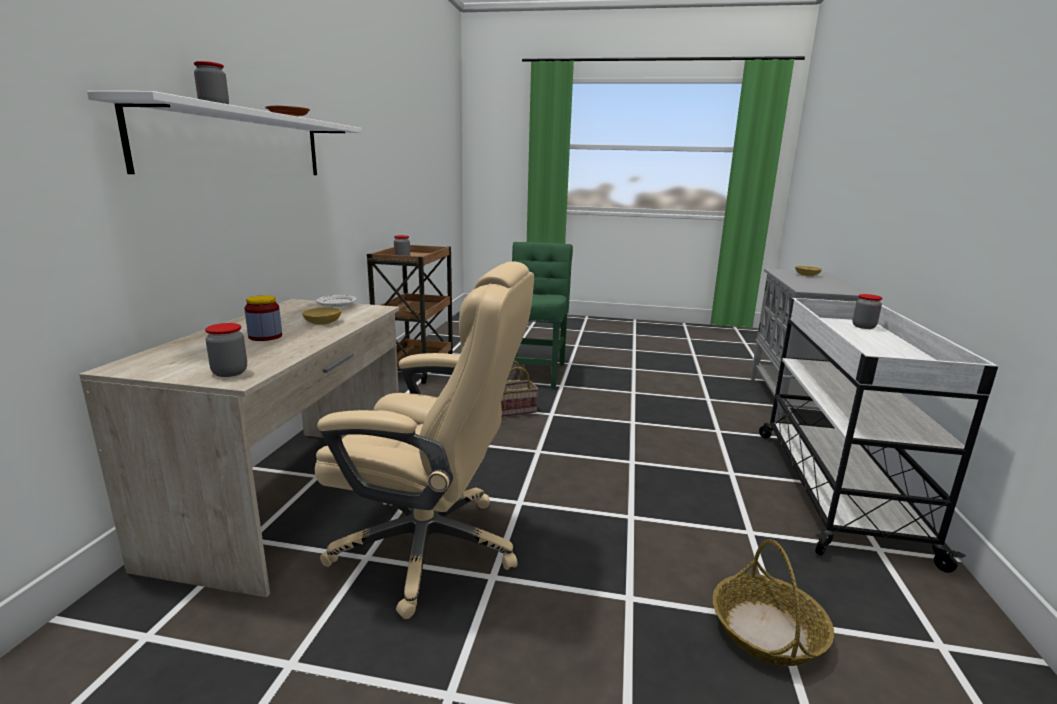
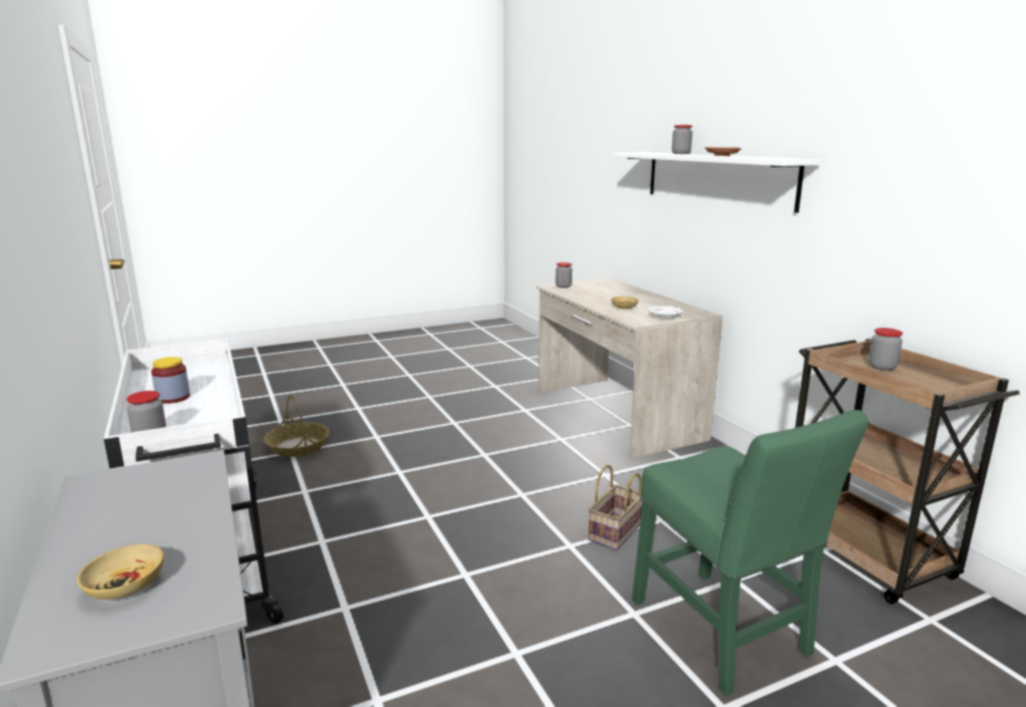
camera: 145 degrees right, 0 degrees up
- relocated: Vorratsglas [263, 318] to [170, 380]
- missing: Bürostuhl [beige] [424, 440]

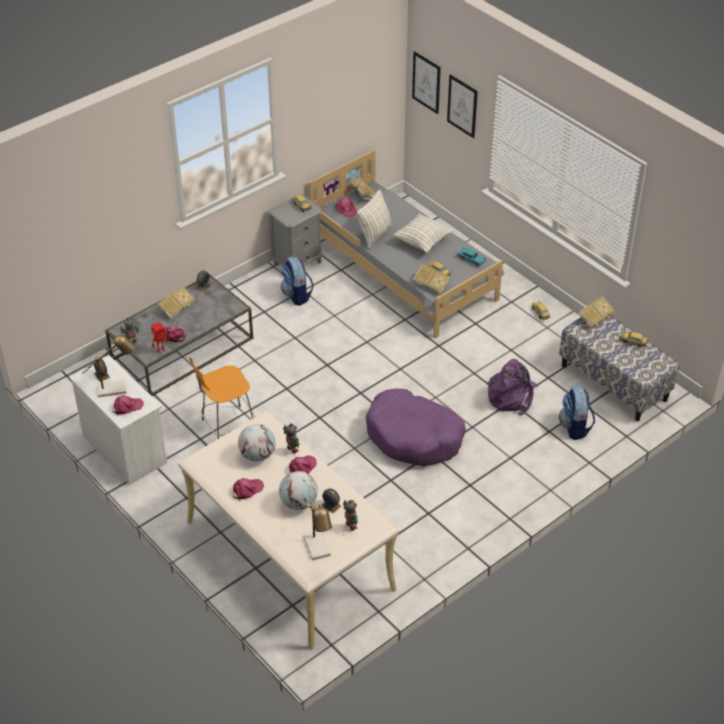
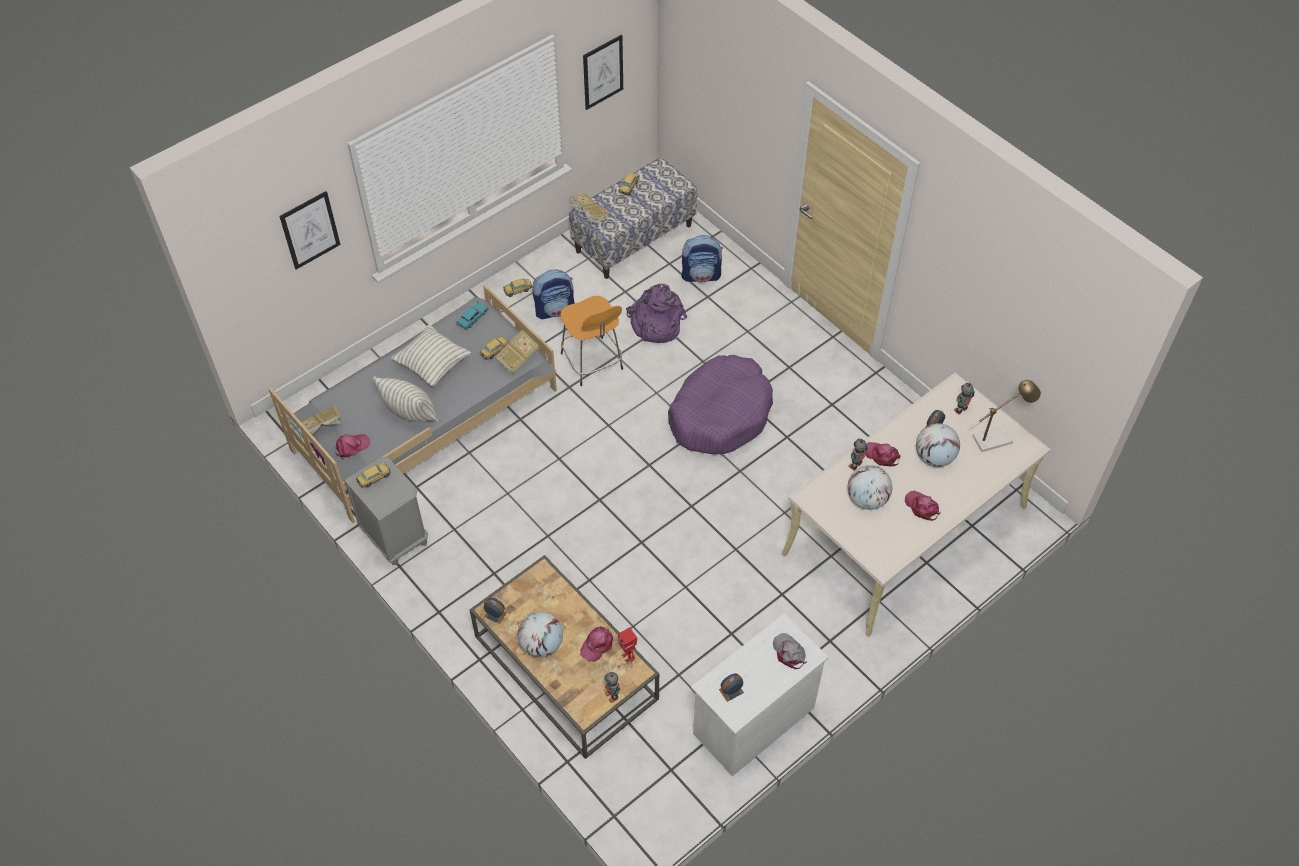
camera: 90 degrees left, 10 degrees up
- missing: Tischlampe [108, 366]
- colour: Couchtisch [grau] [179, 335] to Couchtisch [braun] [564, 657]
- colour: Kappe [rosa] [128, 405] to Kappe [grau] [790, 651]
- exchanged: Buch [176, 302] to Globus [540, 634]
- relocated: Hocker [orange] [222, 398] to [591, 341]
- relocated: Rucksack [297, 281] to [553, 294]
- relocated: Bild [426, 82] to [603, 72]

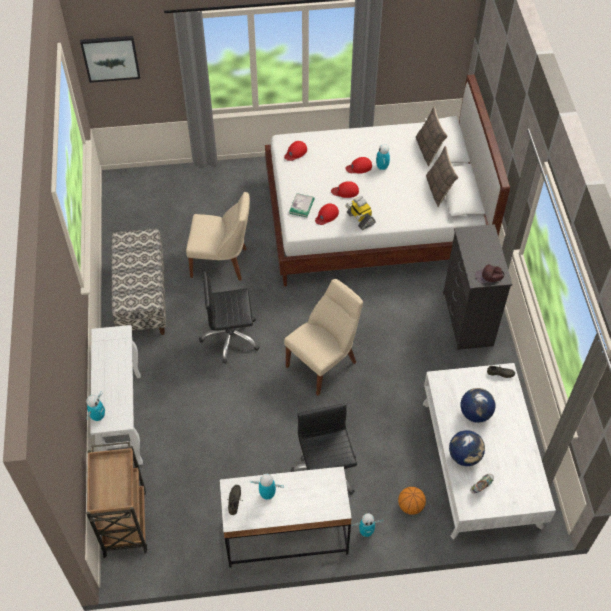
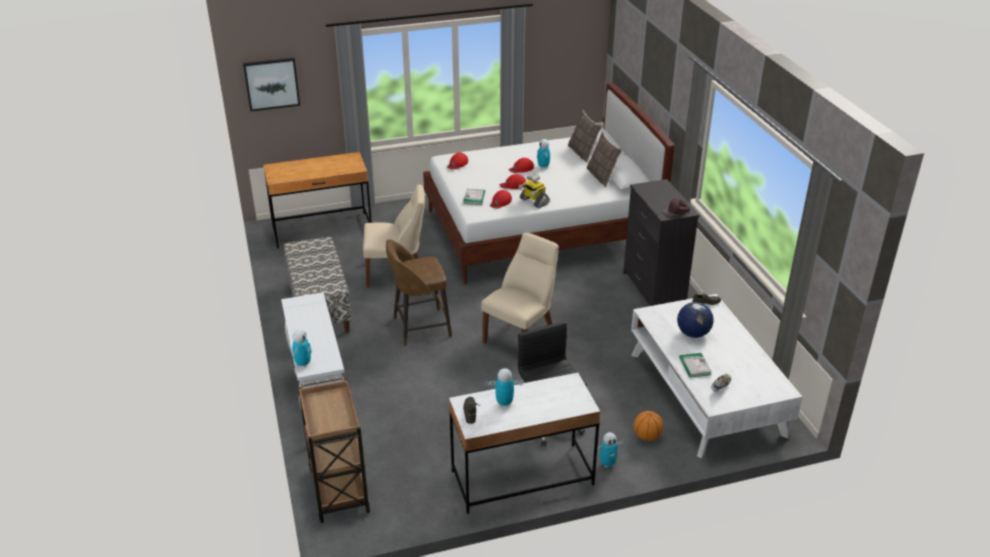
camera: 10 degrees left, 20 degrees down
- exchanged: Bürostuhl [schwarz] [229, 317] to Hocker [braun] [419, 292]
- exchanged: Globus [467, 448] to Buch [695, 365]
- appeared: Schreibtisch [braun] [317, 200]

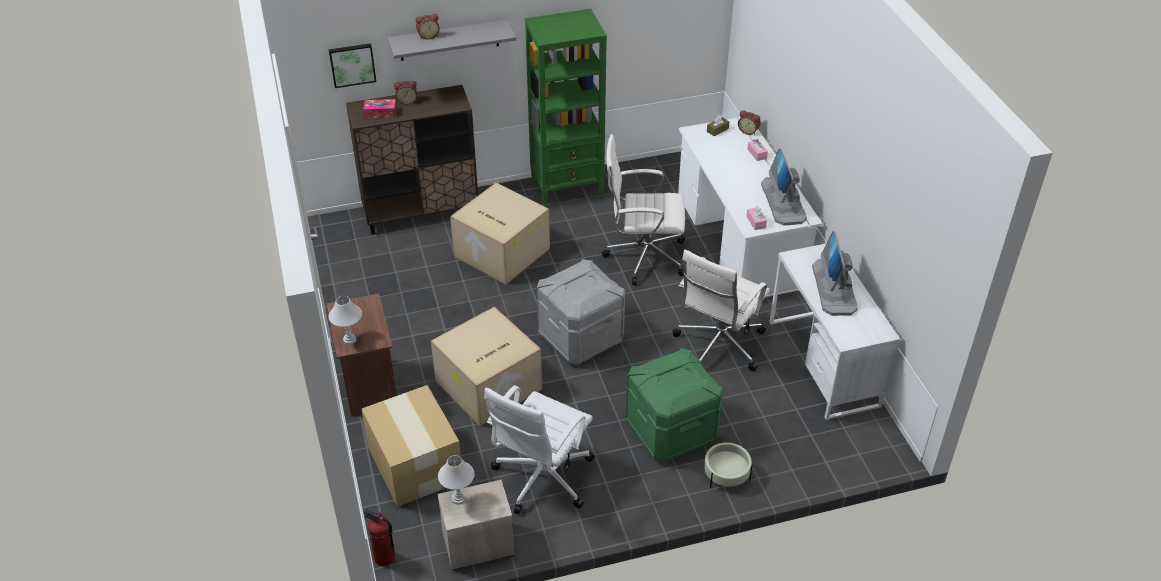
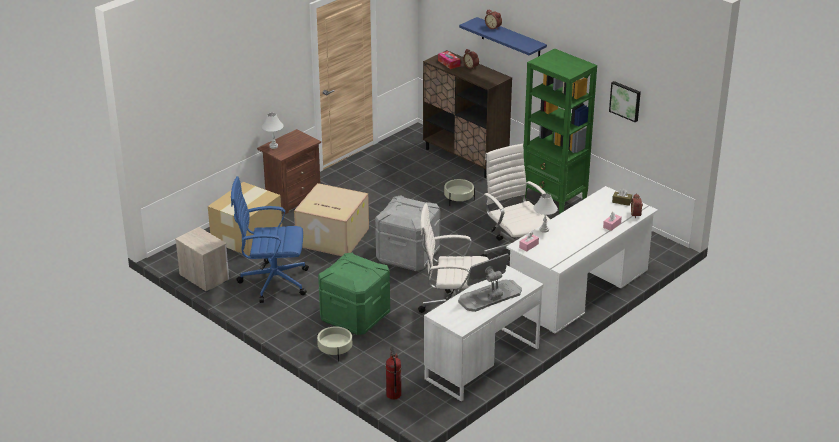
camera: 60 degrees right, 10 degrees down
- relocated: Bild [352, 65] to [625, 102]
- relocated: Feuerlöscher [379, 537] to [393, 373]
- colour: Wandregal [grau] [452, 40] to Wandregal [blau] [503, 37]
- relocated: Tischlampe [weiß] [456, 480] to [545, 213]
- exchanged: Karton [500, 234] to Pflanzkübel [beige] [459, 192]
- colour: Bürostuhl [weiß] [539, 449] to Bürostuhl [blau] [270, 239]
- missing: Monitor [784, 187]

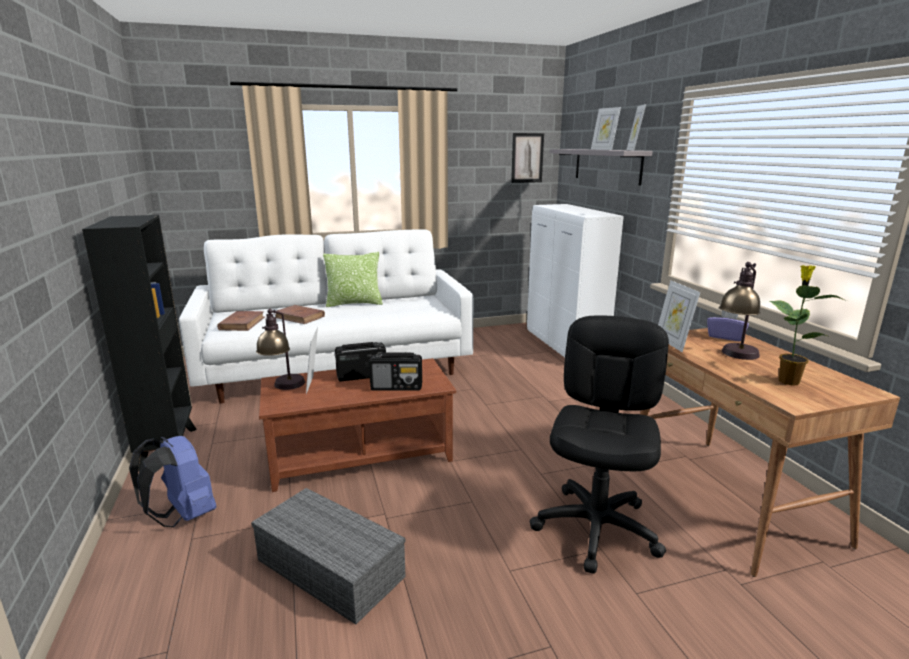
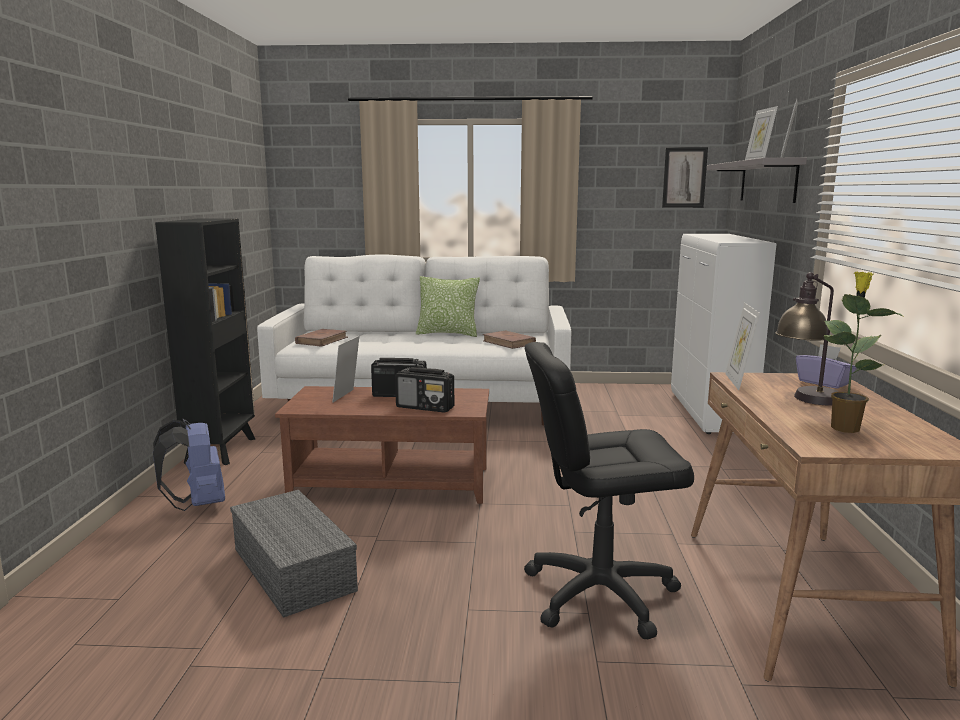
camera: 20 degrees right, 5 degrees down
- missing: Tischlampe [280, 349]
- relocated: Buch [braun] [300, 314] to [509, 339]
- spun: Bürostuhl [schwarz] [599, 445] = [609, 491] 135 degrees counterclockwise

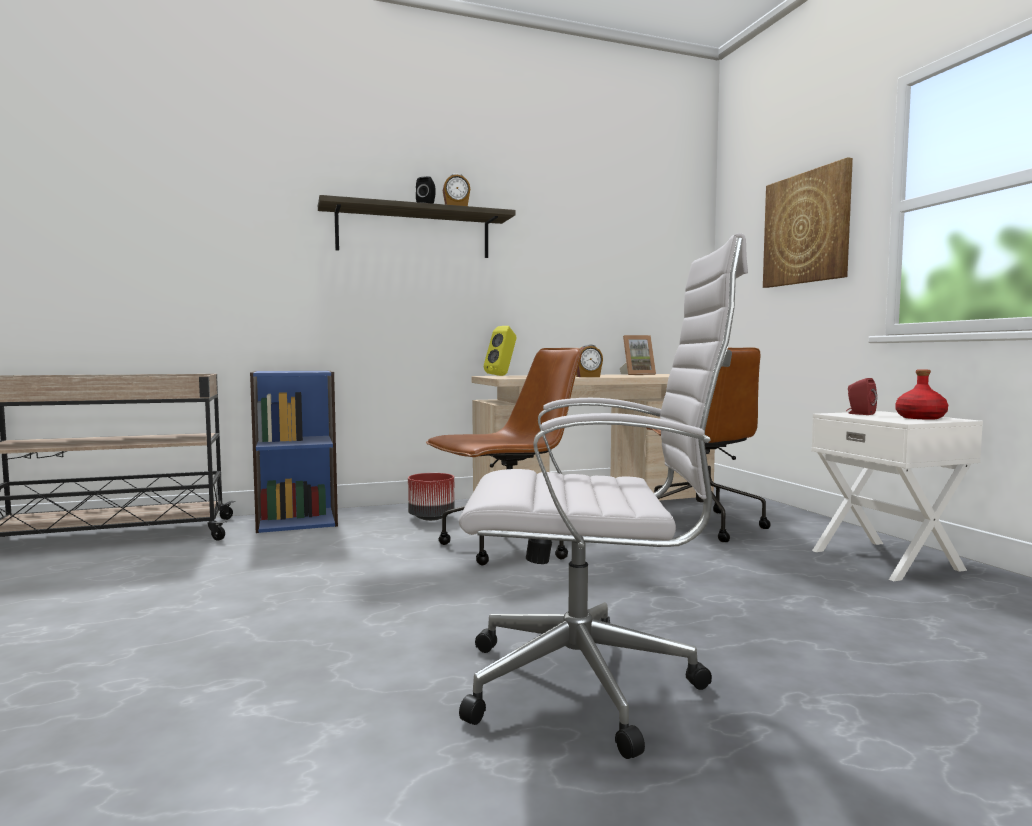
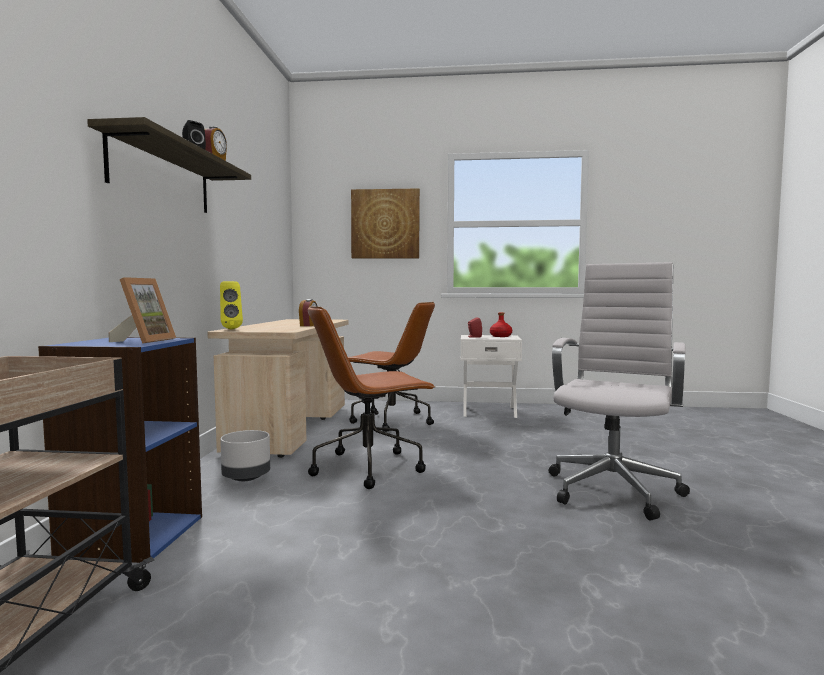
camera: 65 degrees left, 0 degrees up
- colour: Pflanzkübel [rot] [431, 497] to Pflanzkübel [grau] [245, 455]
- spun: Bürostuhl [braun] [504, 456] = [371, 397] 105 degrees counterclockwise
- relocated: Bilderrahmen [638, 355] to [142, 310]

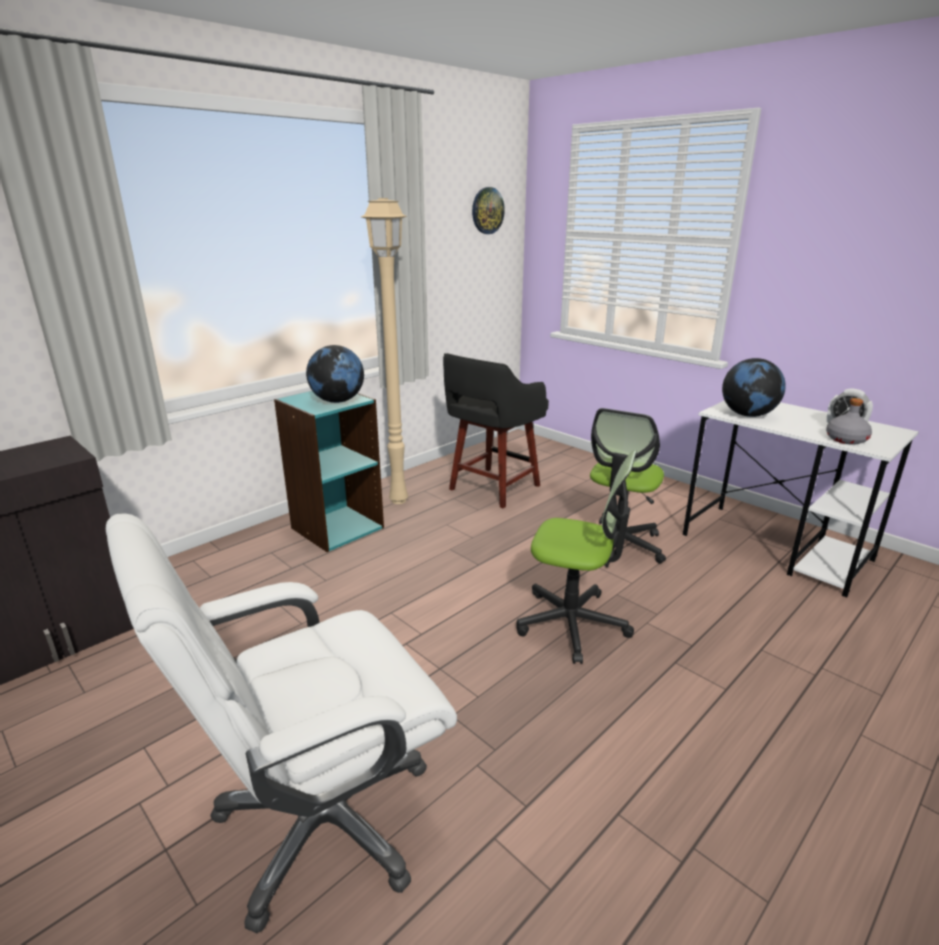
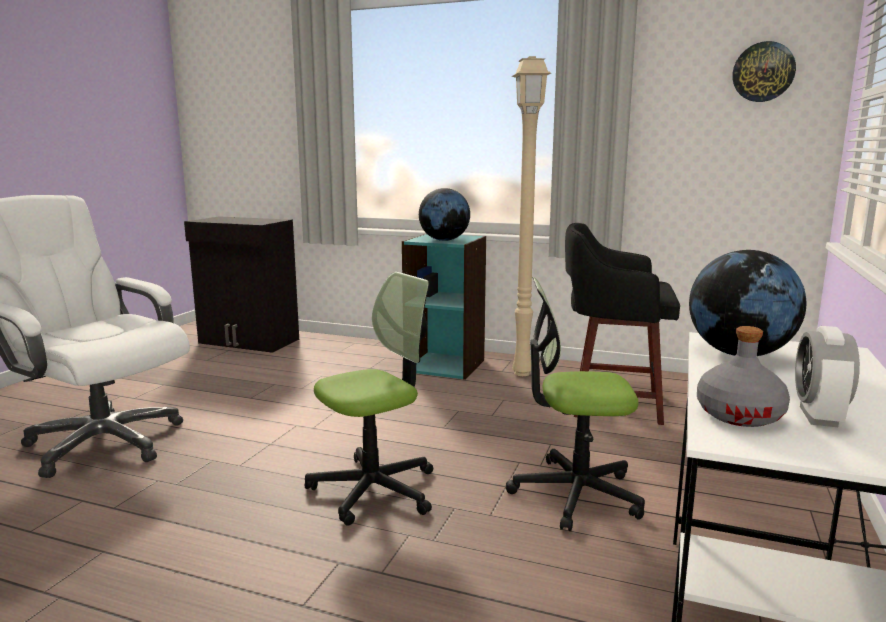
camera: 65 degrees right, 10 degrees down
- spun: Bürostuhl [576, 557] = [369, 399] 120 degrees counterclockwise

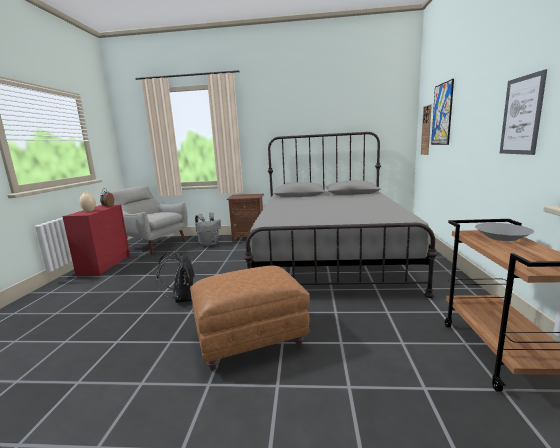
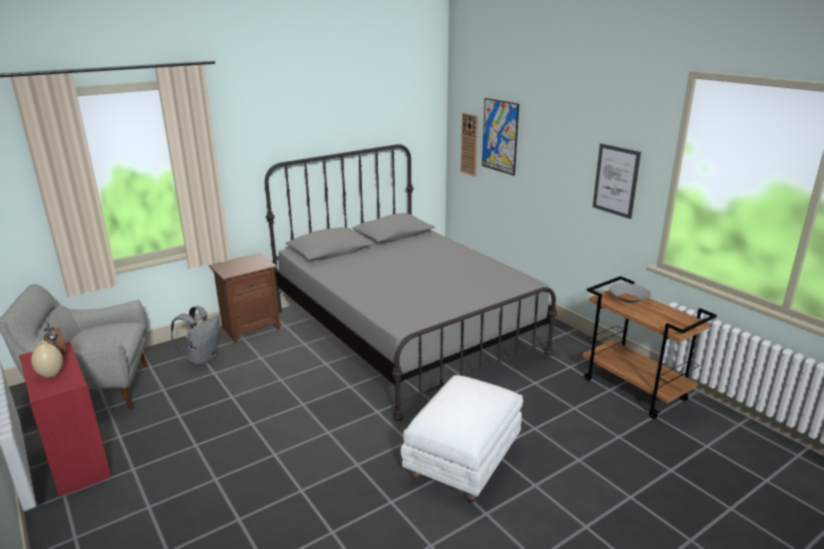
camera: 40 degrees left, 10 degrees up
- missing: Rucksack [schwarz] [175, 277]
- colour: Polsterhocker [braun] [250, 318] to Polsterhocker [weiß] [462, 439]

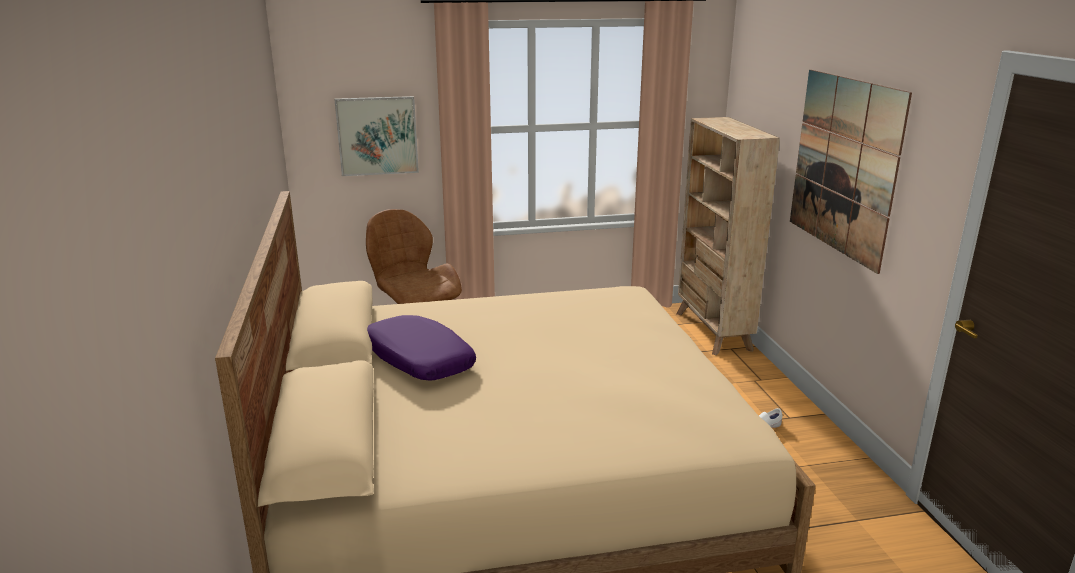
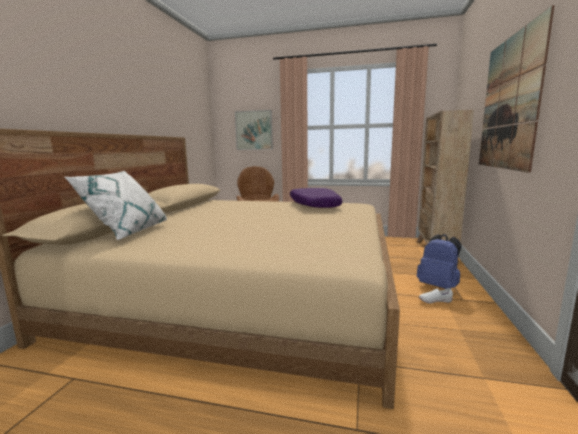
camera: 25 degrees right, 10 degrees down
- relocated: Kissen [lila] [421, 347] to [316, 198]
- appeared: Kissen [weiß] [116, 205]
- appeared: Rucksack [blau] [439, 261]

